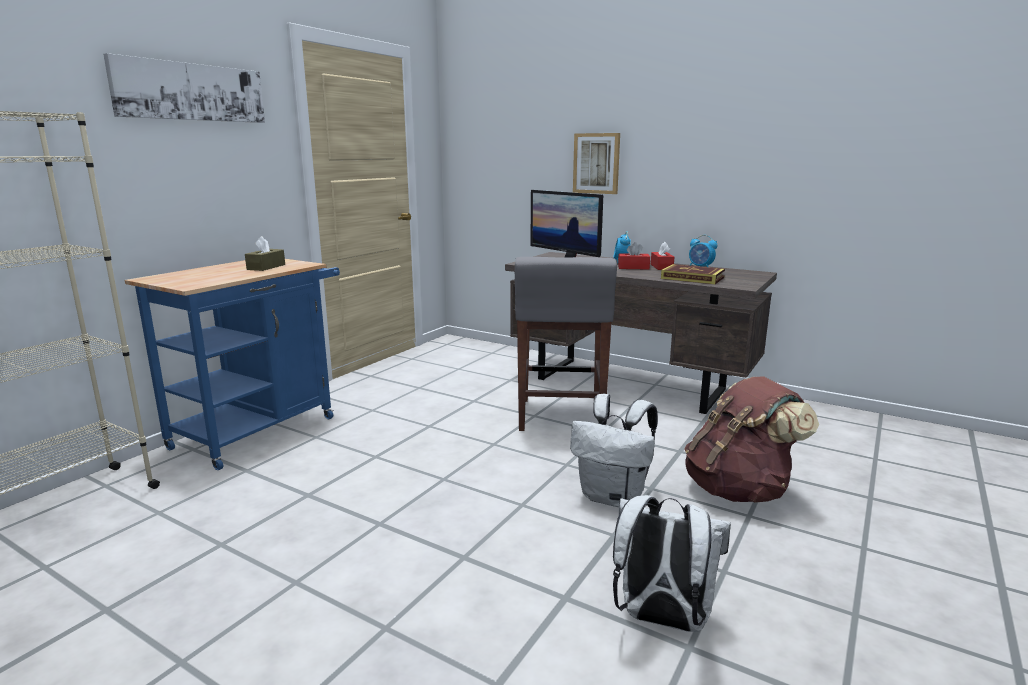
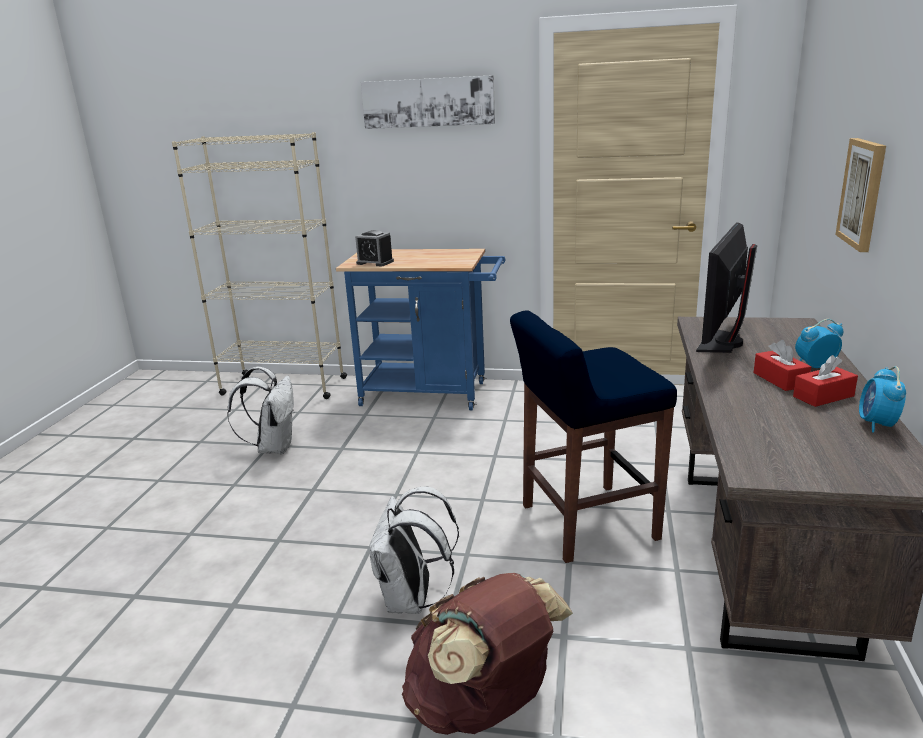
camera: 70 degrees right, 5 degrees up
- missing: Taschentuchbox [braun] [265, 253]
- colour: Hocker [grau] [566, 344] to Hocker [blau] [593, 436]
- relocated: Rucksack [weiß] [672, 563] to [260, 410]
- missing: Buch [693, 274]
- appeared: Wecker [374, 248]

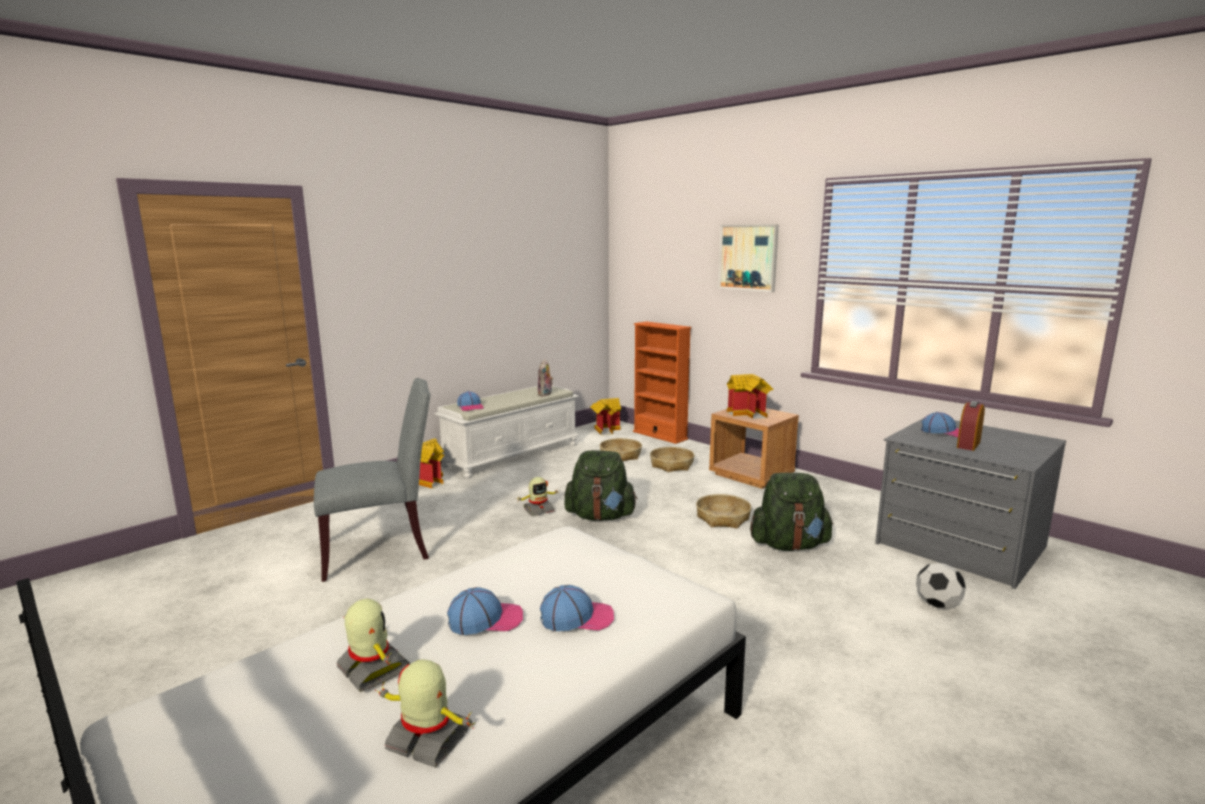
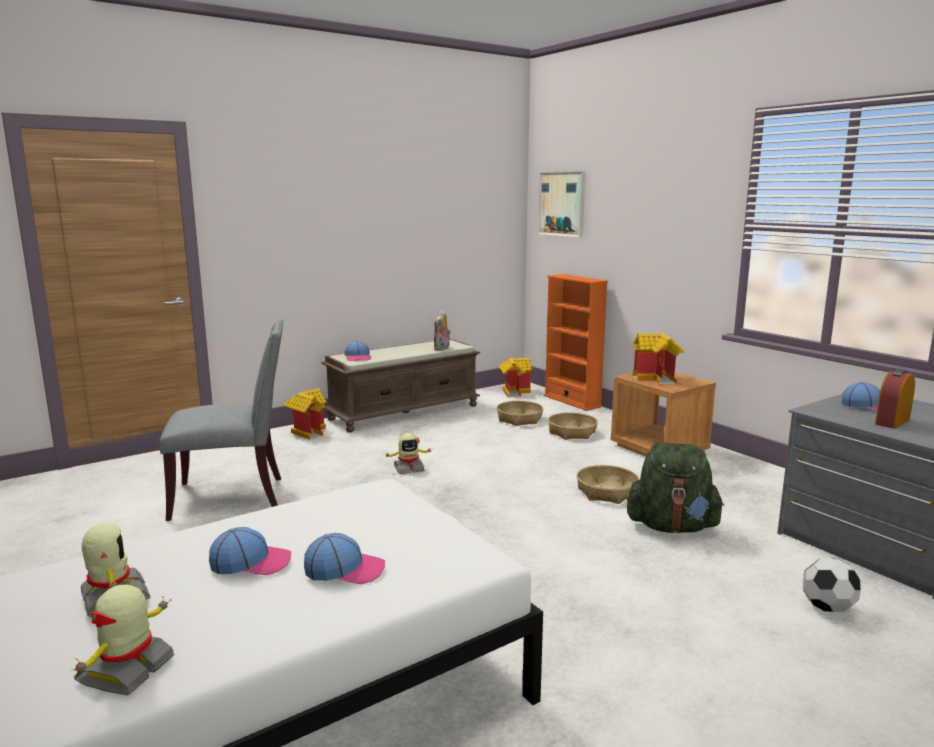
camera: 10 degrees right, 0 degrees up
- spun: Spielzeugroboter [425, 713] = [123, 640] 105 degrees counterclockwise
- colour: Bank [weiß] [506, 432] to Bank [braun] [401, 385]
- missing: Rucksack [grün] [601, 485]
- relocated: Bild [748, 258] to [561, 204]

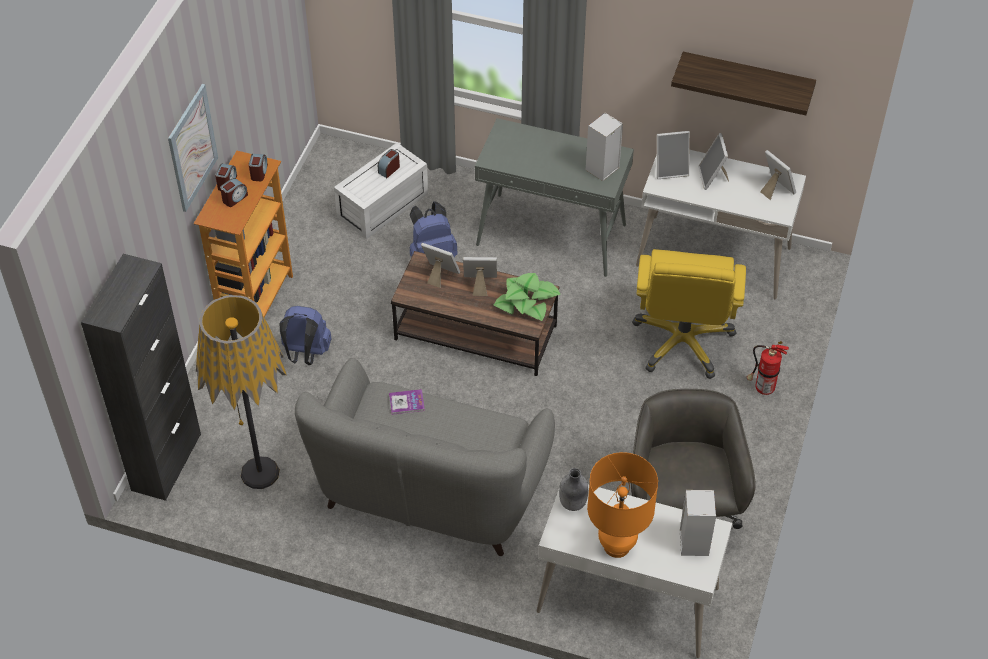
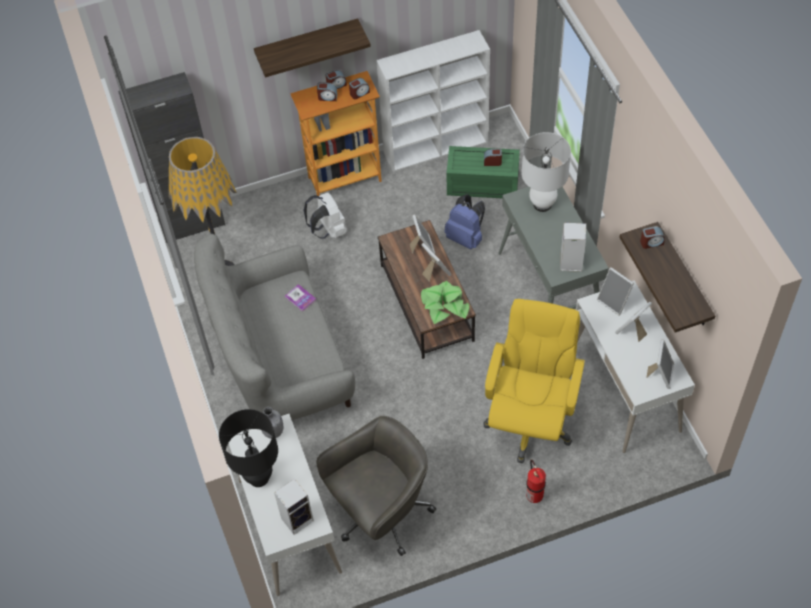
camera: 55 degrees right, 5 degrees up
- exchanged: Bild [193, 148] to Wandregal [312, 48]
- colour: Rucksack [blau] [306, 335] to Rucksack [weiß] [325, 215]
- colour: Aufbewahrungsbox [weiß] [381, 191] to Aufbewahrungsbox [grün] [483, 172]
- colour: Tischlampe [orange] [622, 505] to Tischlampe [schwarz] [248, 448]
- spun: Bürostuhl [gelb] [689, 314] = [534, 381] 135 degrees clockwise
- appeared: Bücherregal [weiß] [433, 100]
- appeared: Tischlampe [weiß] [546, 172]
- appeared: Wecker [652, 237]

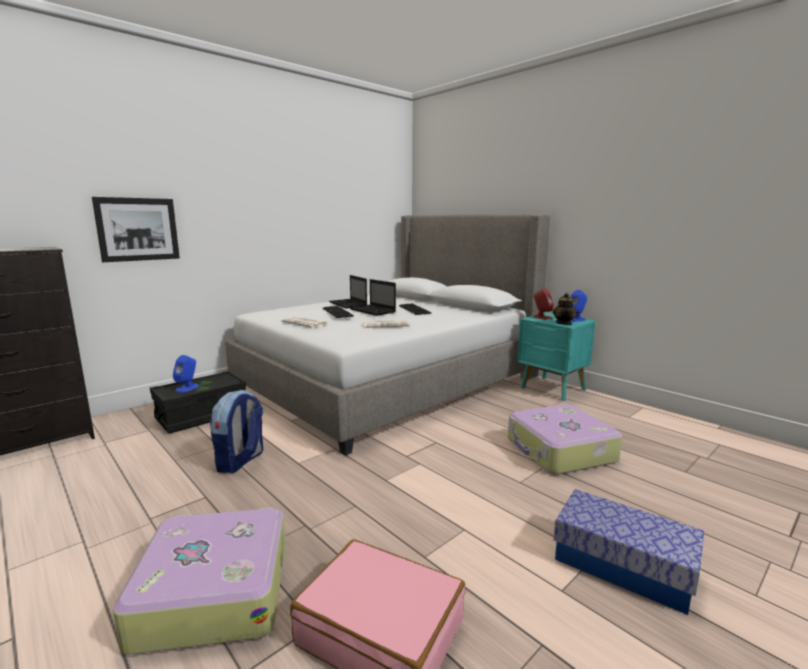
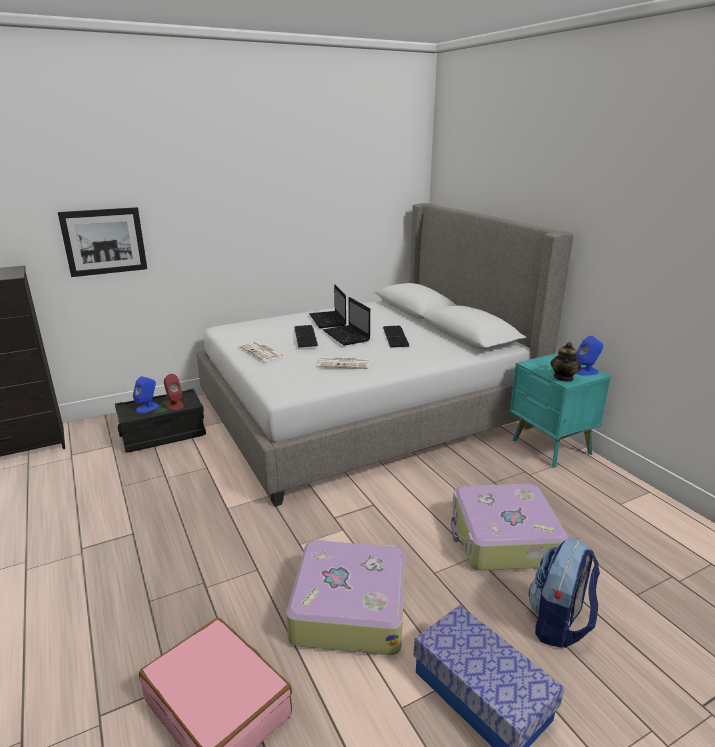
camera: 15 degrees right, 10 degrees up
- relocated: Koffer [199, 580] to [346, 597]
- relocated: Rucksack [236, 431] to [564, 592]
- relocated: Lautsprecher [rot] [543, 304] to [174, 392]

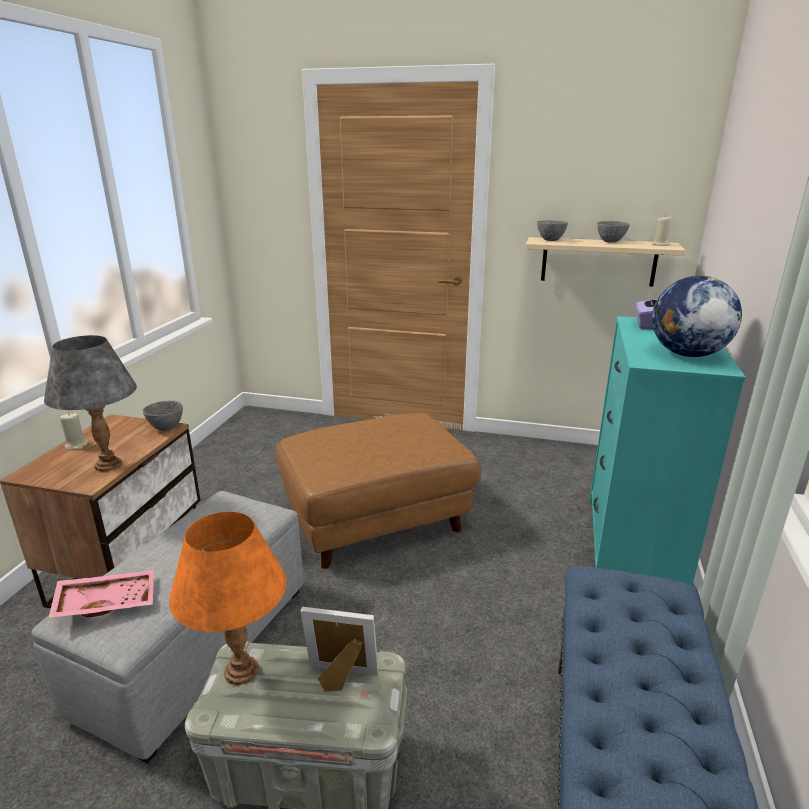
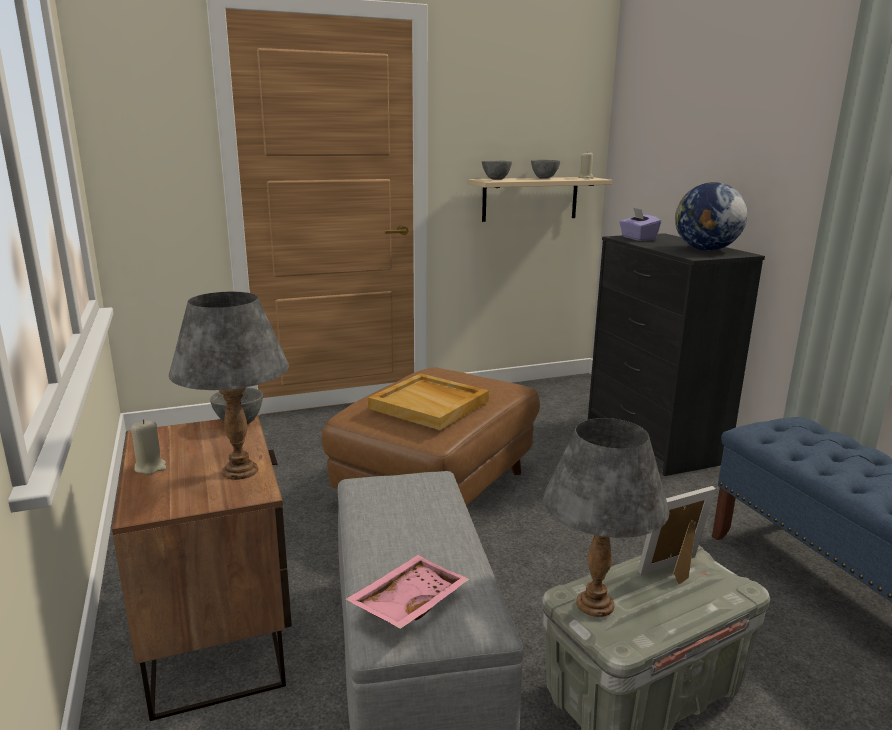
camera: 35 degrees left, 5 degrees down
- colour: Tischlampe [orange] [228, 598] to Tischlampe [grau] [606, 517]
- colour: Kommode [türkis] [667, 451] to Kommode [schwarz] [676, 354]
- appeared: Tablett [beige] [428, 401]

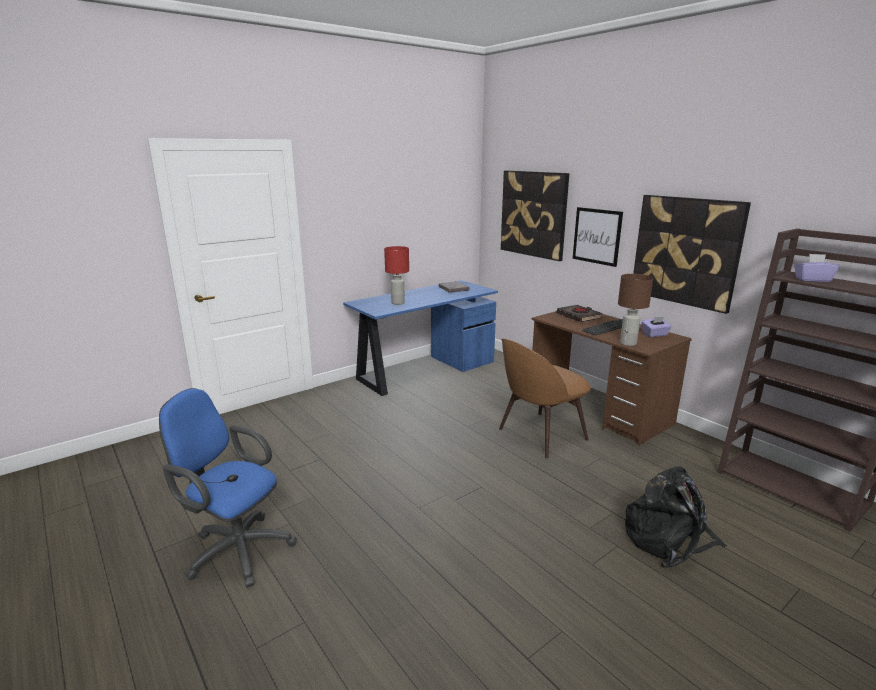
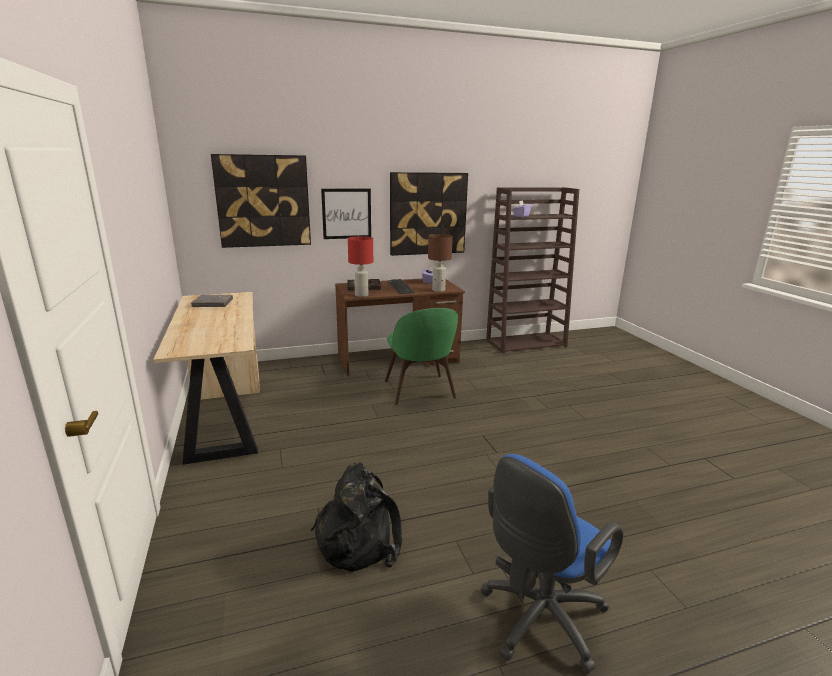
camera: 70 degrees left, 0 degrees up
- colour: Schreibtisch [blau] [420, 338] to Schreibtisch [beige] [206, 378]
- relocated: Tischlampe [rot] [396, 275] to [360, 266]
- colour: Stuhl [braun] [545, 398] to Stuhl [grün] [421, 356]
- relocated: Rucksack [schwarz] [676, 516] to [356, 517]

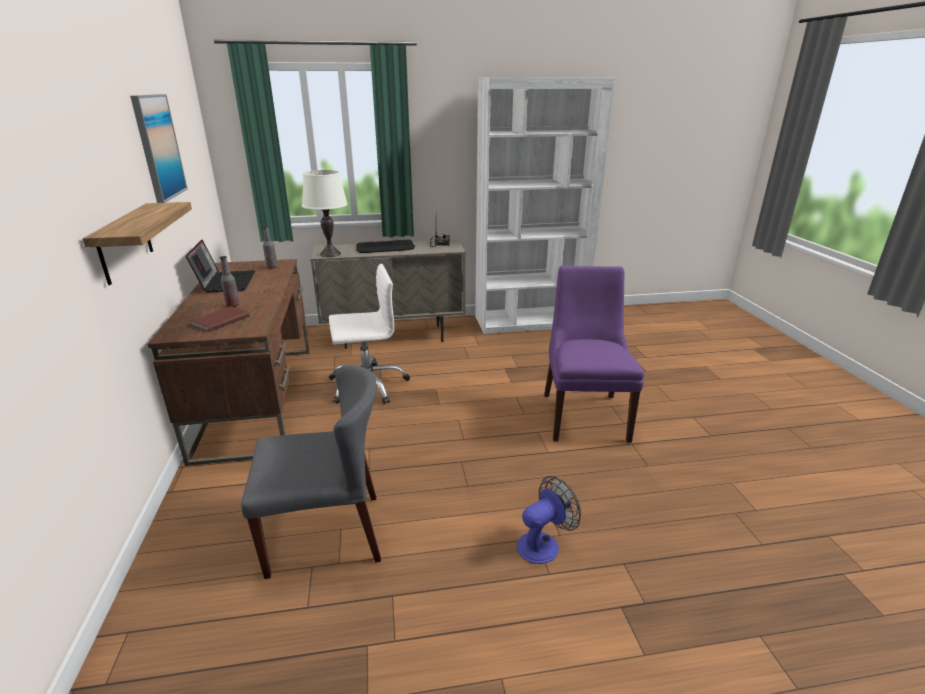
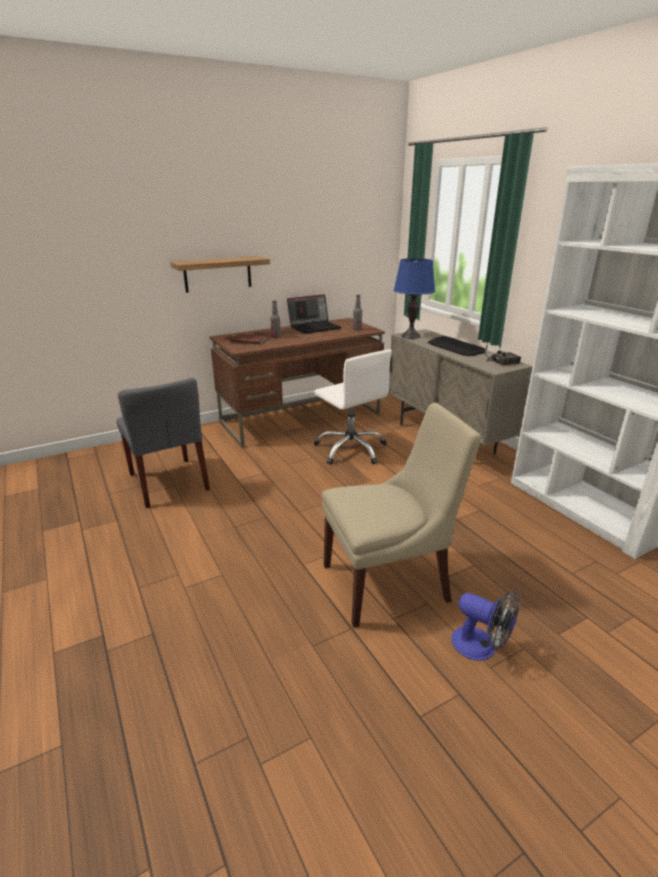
camera: 70 degrees right, 0 degrees up
- missing: Bild [159, 148]
- colour: Tischlampe [weiß] [325, 213] to Tischlampe [blau] [414, 298]
- relocated: Ventilator [549, 520] to [485, 626]
- colour: Stuhl [lila] [594, 354] to Stuhl [beige] [401, 515]

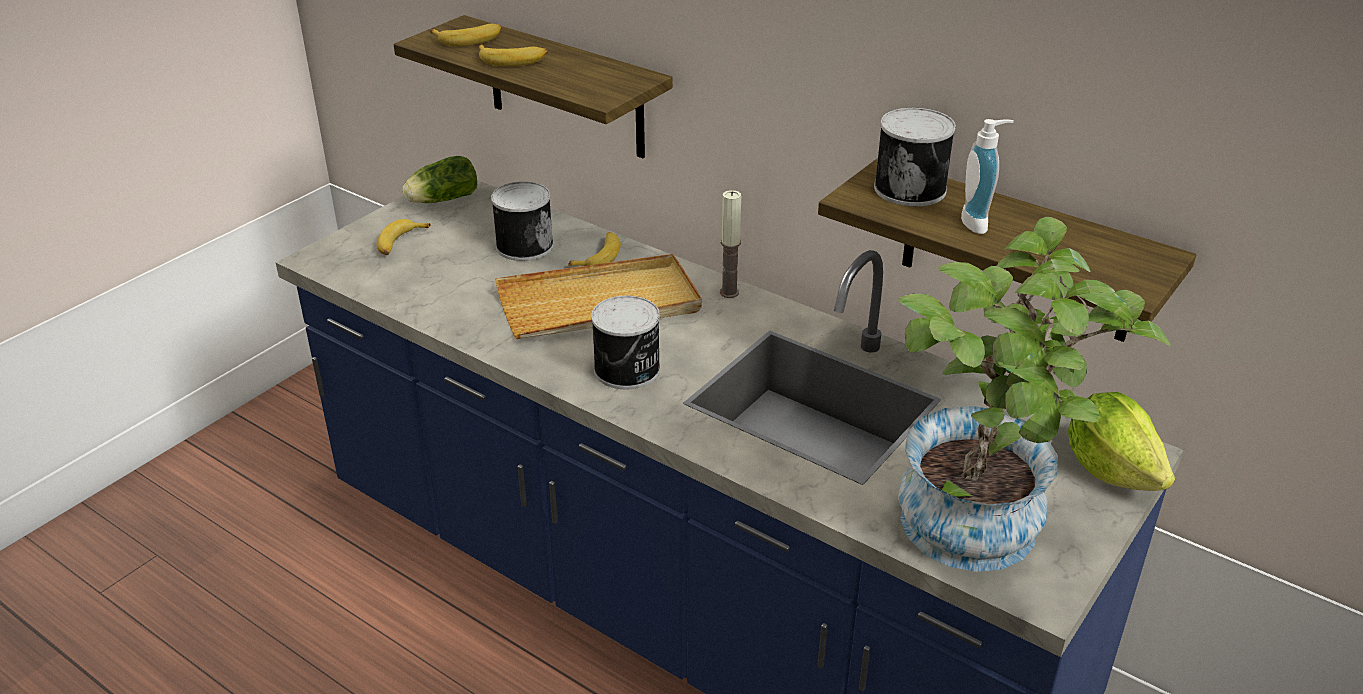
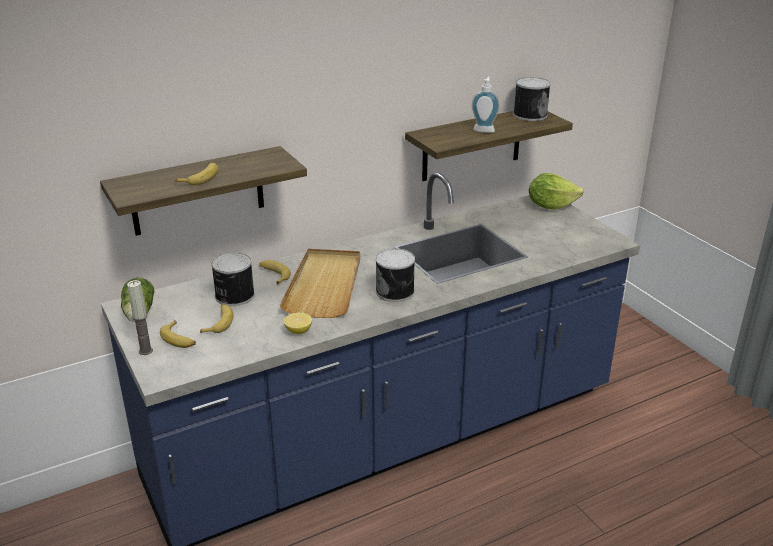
camera: 65 degrees left, 5 degrees down
- relocated: Banane [466, 35] to [216, 318]
- relocated: Kerze [730, 244] to [140, 317]
- relocated: Dose [915, 157] to [532, 99]
- missing: Topfpflanze [1034, 394]
- appeared: Zitrone [298, 323]

